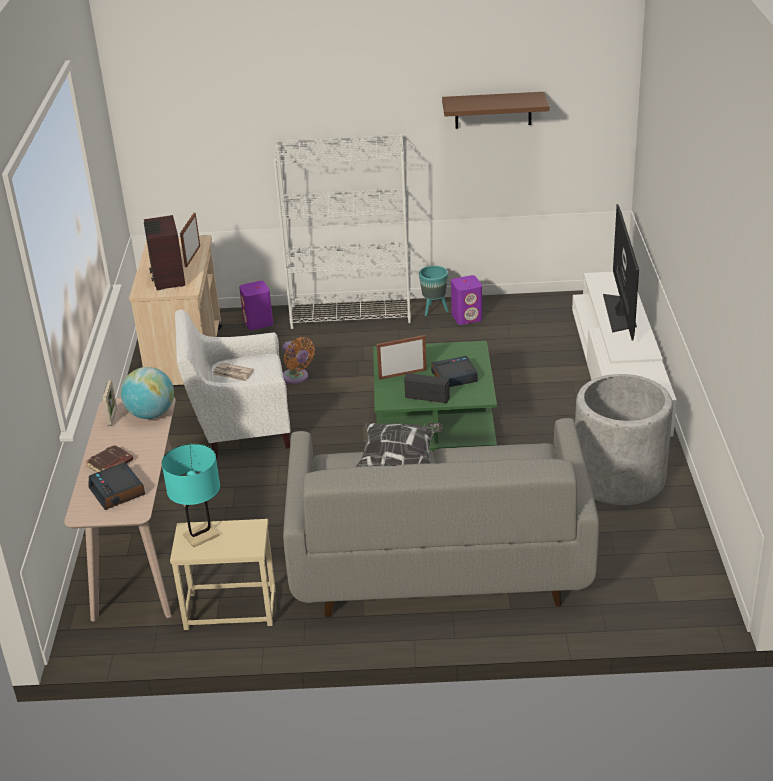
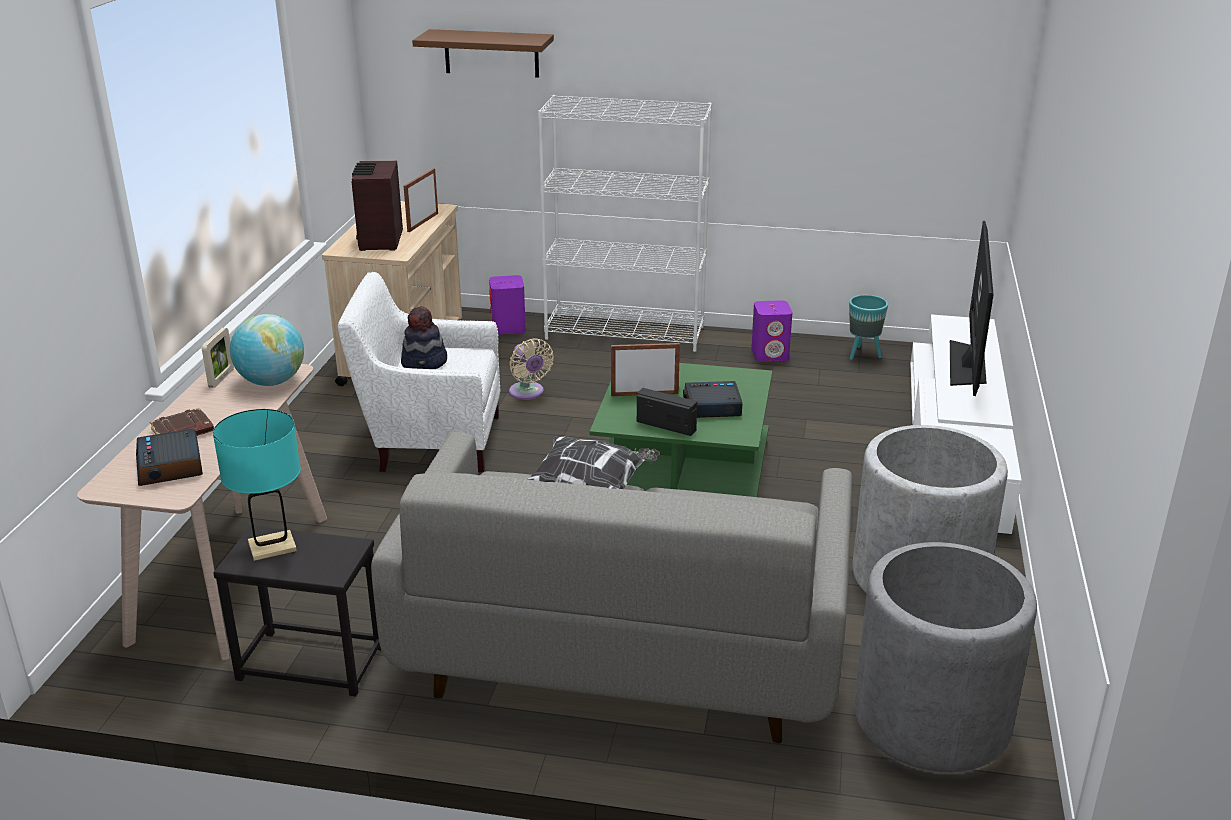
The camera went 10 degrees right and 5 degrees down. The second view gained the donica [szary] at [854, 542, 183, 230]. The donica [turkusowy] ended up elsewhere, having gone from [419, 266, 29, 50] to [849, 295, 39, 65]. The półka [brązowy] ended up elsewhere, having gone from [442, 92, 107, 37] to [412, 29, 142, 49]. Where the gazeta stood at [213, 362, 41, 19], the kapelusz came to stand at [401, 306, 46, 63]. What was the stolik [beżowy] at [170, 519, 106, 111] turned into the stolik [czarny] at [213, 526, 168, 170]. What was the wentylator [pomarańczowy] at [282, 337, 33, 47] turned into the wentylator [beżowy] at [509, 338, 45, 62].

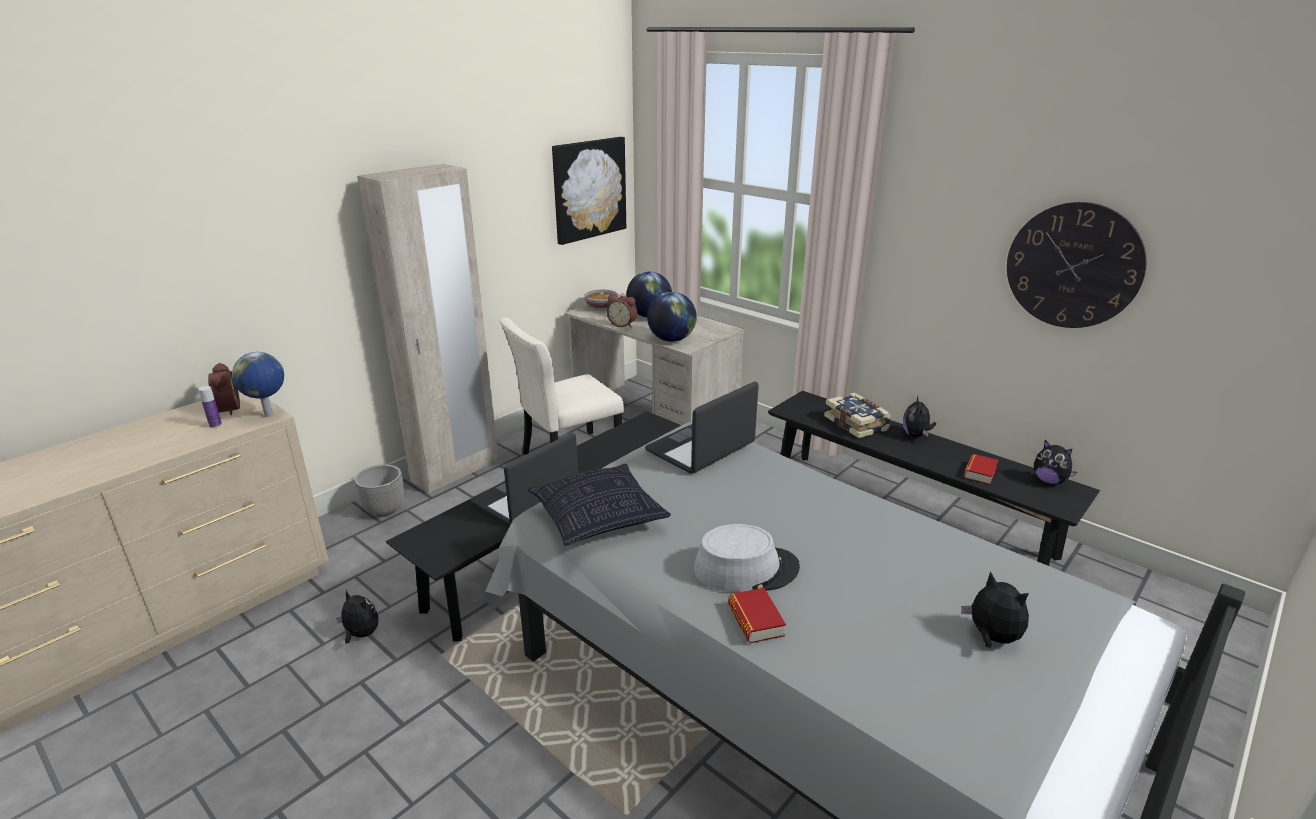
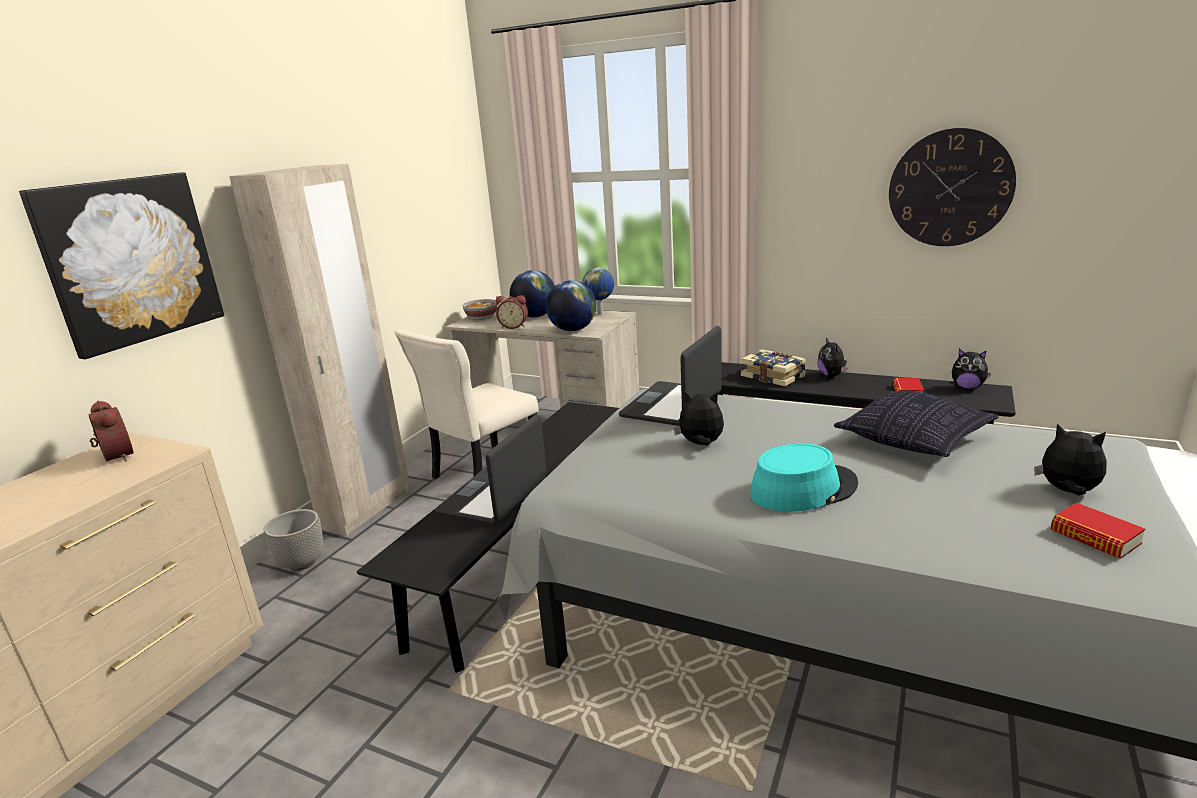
The camera went 15 degrees left and 5 degrees down. The second view lost the butelka at [198, 386, 24, 42]. The globus ended up elsewhere, having gone from [232, 352, 52, 65] to [582, 268, 32, 47]. The pluszak ended up elsewhere, having gone from [336, 590, 43, 54] to [674, 390, 50, 56]. The poduszka ended up elsewhere, having gone from [528, 464, 143, 82] to [834, 390, 165, 67]. The obraz ended up elsewhere, having gone from [552, 137, 74, 108] to [19, 172, 205, 187]. The książka ended up elsewhere, having gone from [728, 588, 58, 55] to [1051, 503, 94, 56]. What was the kapelusz [szary] at [694, 524, 106, 68] turned into the kapelusz [turkusowy] at [750, 443, 108, 69].

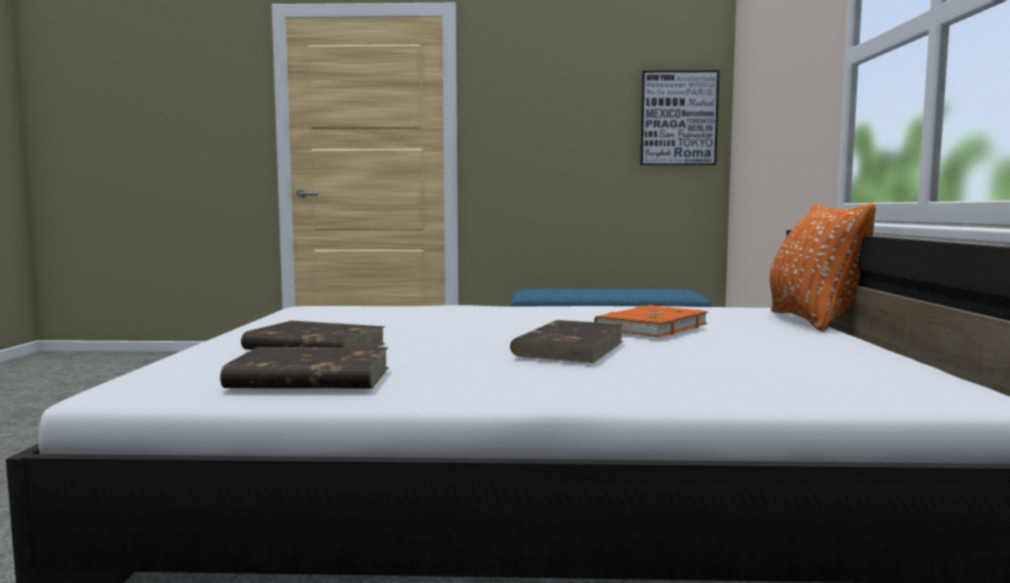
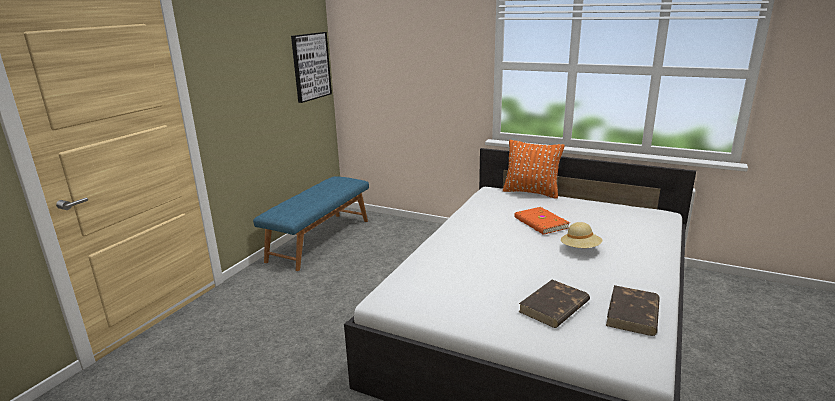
The camera went 65 degrees left and 15 degrees up. Where the książka [brązowy] stood at [510, 320, 114, 43], the kapelusz [beżowy] came to stand at [561, 222, 41, 26].

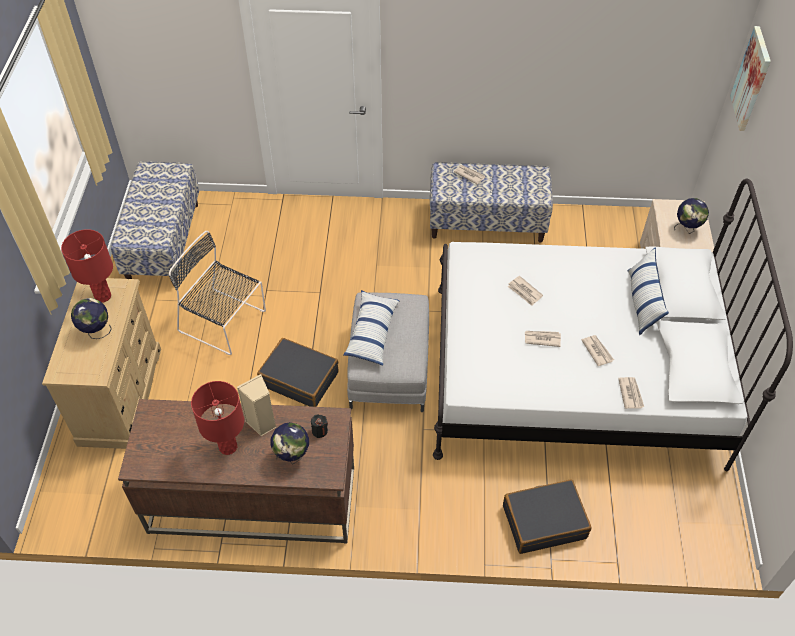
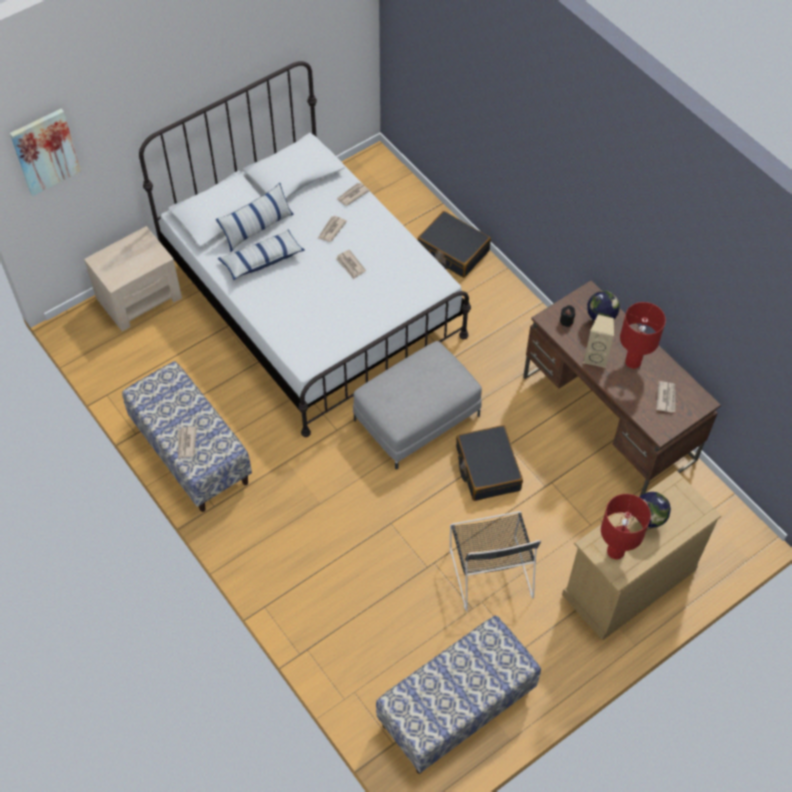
The camera went 130 degrees left and 5 degrees up. The second view lost the globus at [674, 198, 35, 35]. The poduszka ended up elsewhere, having gone from [343, 290, 57, 75] to [218, 230, 87, 50]. The gazeta ended up elsewhere, having gone from [508, 276, 35, 30] to [656, 381, 19, 32].

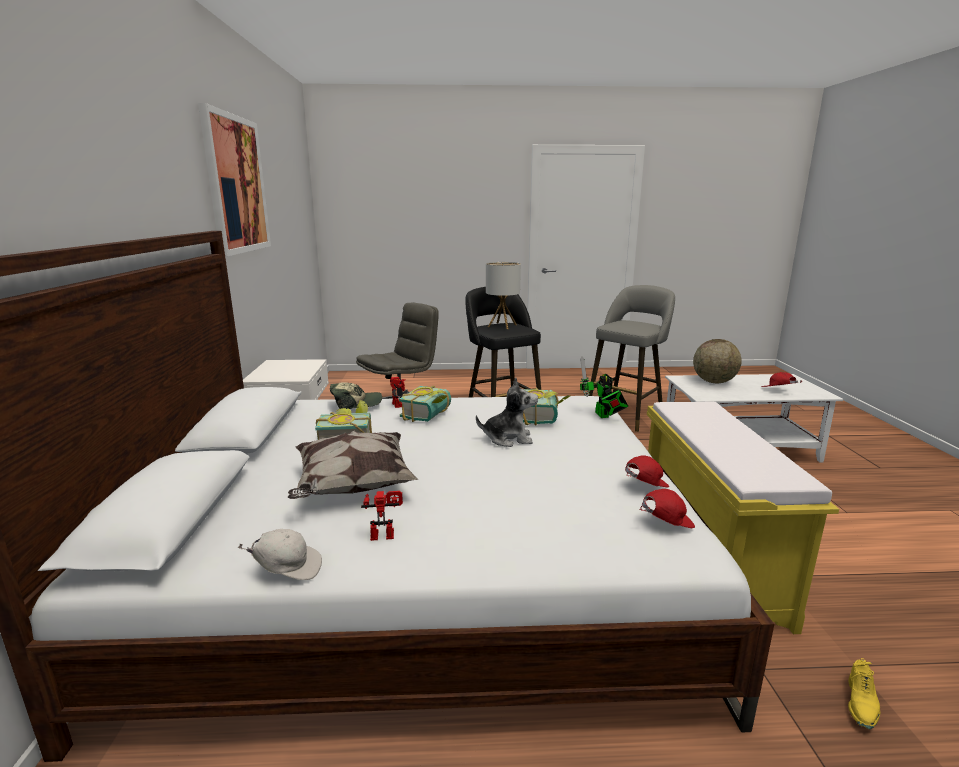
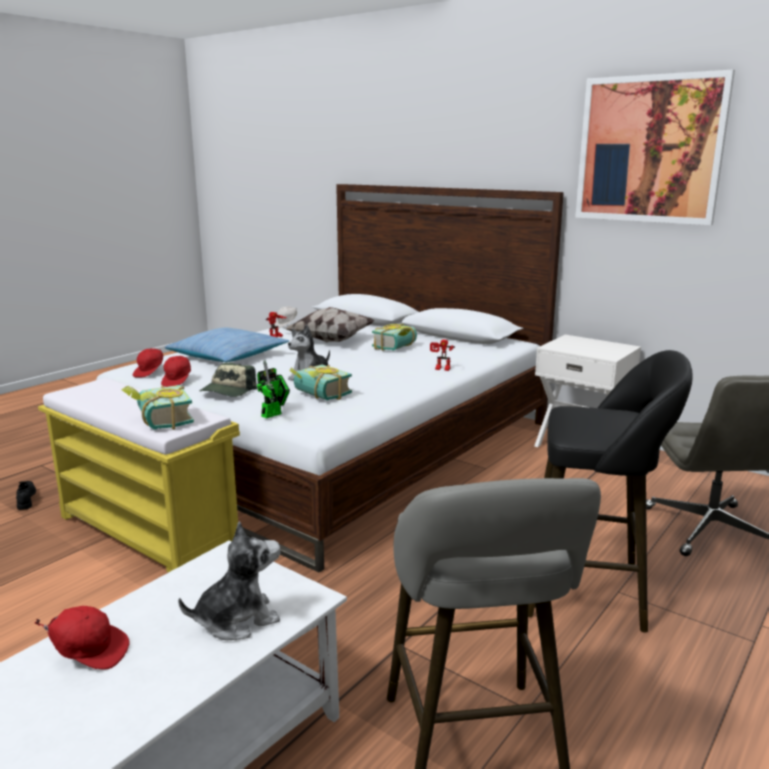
The camera went 130 degrees right and 0 degrees up. The second view lost the lampa stołowa at [486, 262, 35, 67]. The second view gained the poduszka at [165, 328, 124, 34]. The czapka z daszkiem ended up elsewhere, having gone from [330, 382, 52, 28] to [200, 363, 57, 34]. The książka ended up elsewhere, having gone from [399, 386, 52, 36] to [122, 385, 72, 45]. Where the globus stood at [693, 339, 49, 44], the pluszak came to stand at [178, 521, 102, 119]. What was the but [żółty] at [848, 658, 32, 71] turned into the but [czarny] at [16, 481, 20, 29]. The robot zabawkowy at [580, 356, 48, 62] ended up facing another way, 105 degrees clockwise from before.

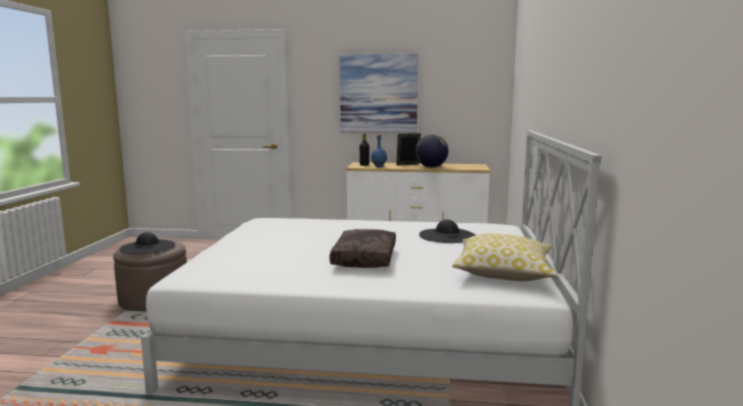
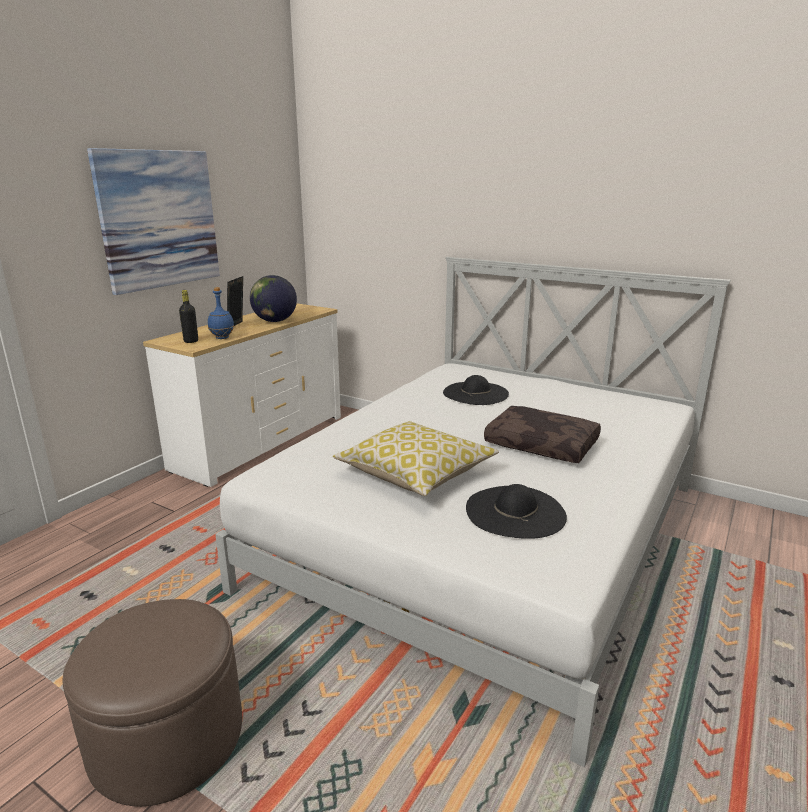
The camera went 65 degrees left and 10 degrees up. The kapelusz [czarny] ended up elsewhere, having gone from [120, 232, 55, 22] to [466, 484, 101, 55]. The poduszka ended up elsewhere, having gone from [452, 233, 105, 48] to [333, 421, 166, 75].

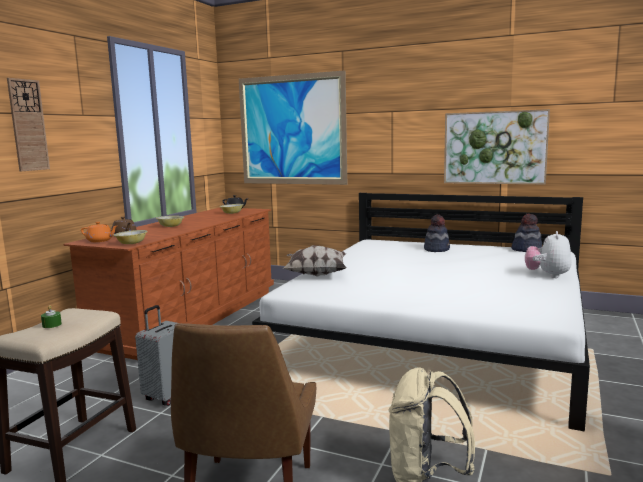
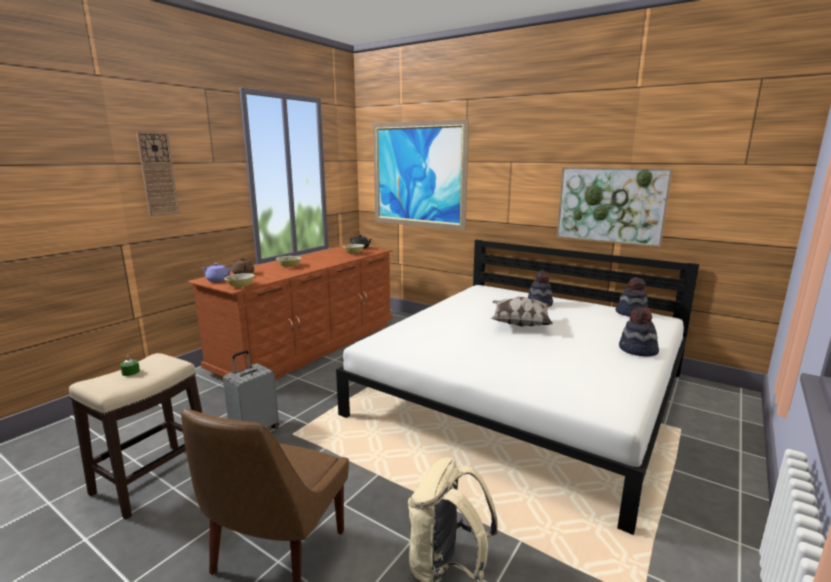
The camera went 10 degrees right and 5 degrees up. The poduszka ended up elsewhere, having gone from [283, 245, 64, 32] to [491, 297, 62, 30]. Where the pluszak stood at [525, 231, 47, 47], the kapelusz came to stand at [619, 307, 40, 50]. What was the imbryk [pomarańczowy] at [81, 222, 36, 20] turned into the imbryk [fioletowy] at [203, 263, 29, 19].

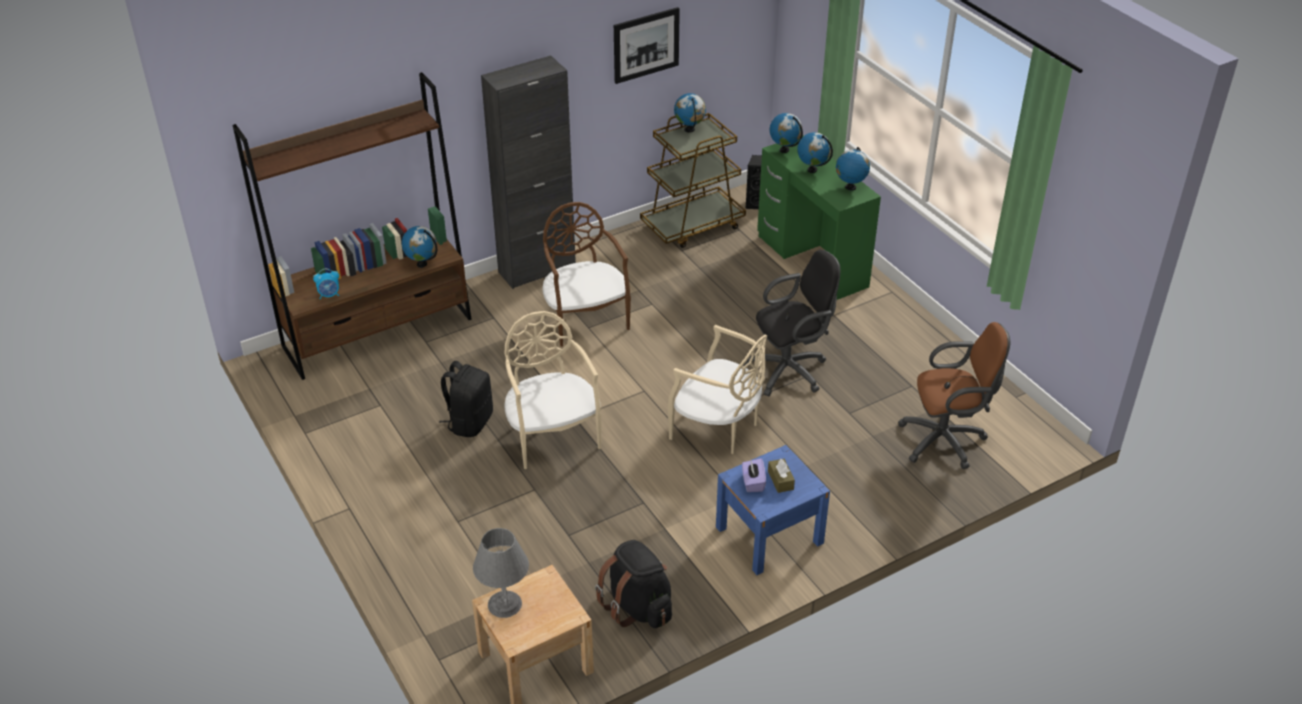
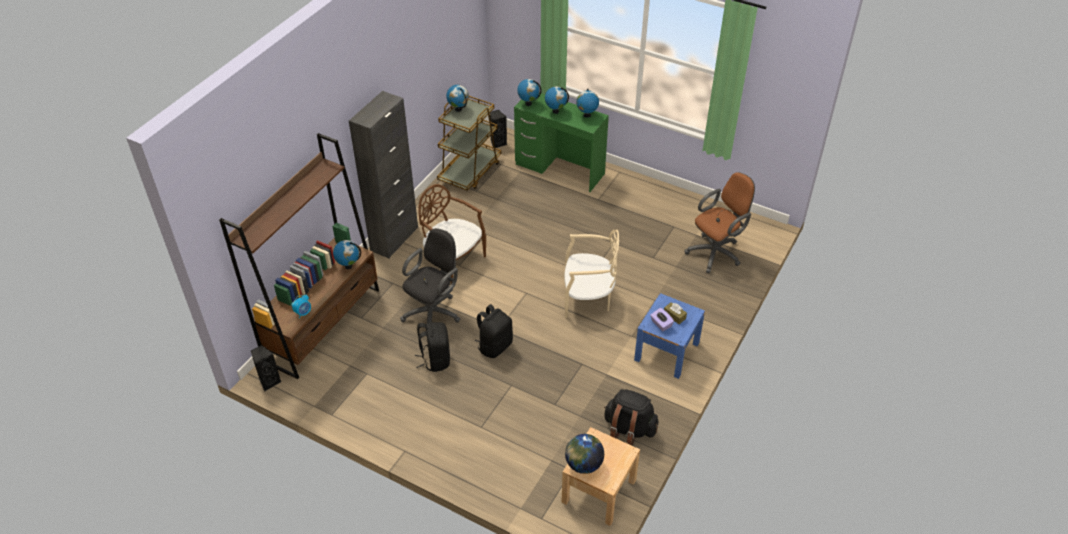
The camera went 30 degrees left and 5 degrees up. The second view lost the obraz at [614, 7, 66, 77]. The second view gained the głośnik [czarny] at [251, 345, 30, 46]. The krzesło biurowe [czarny] ended up elsewhere, having gone from [743, 250, 97, 146] to [400, 228, 60, 95]. Where the lampa stołowa [szary] stood at [473, 528, 56, 90], the globus came to stand at [565, 434, 39, 40]. Where the krzesło [beżowy] stood at [505, 311, 97, 158], the plecak [czarny] came to stand at [475, 304, 38, 54].

